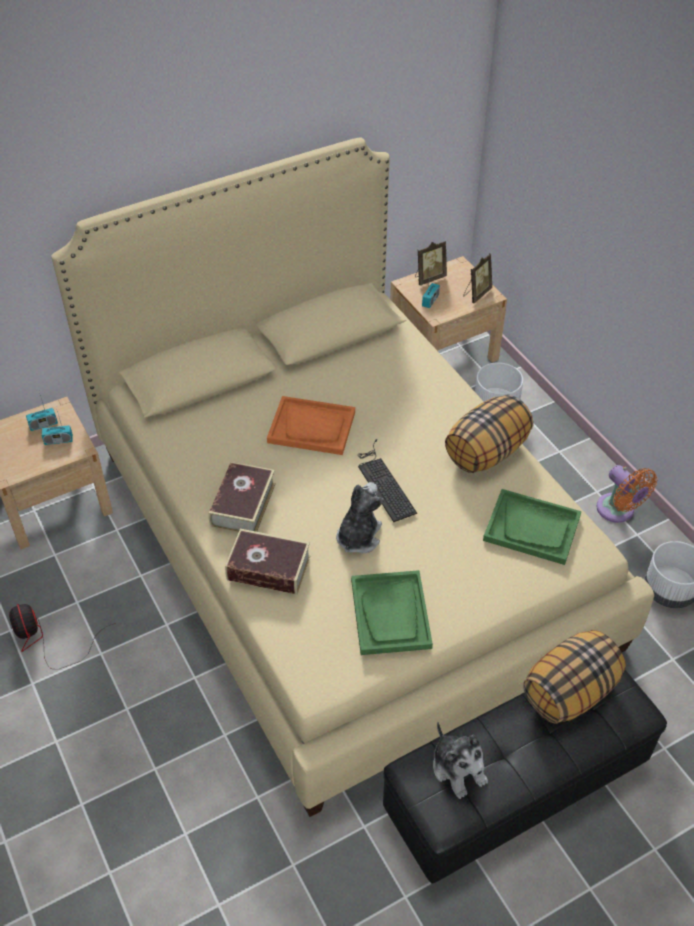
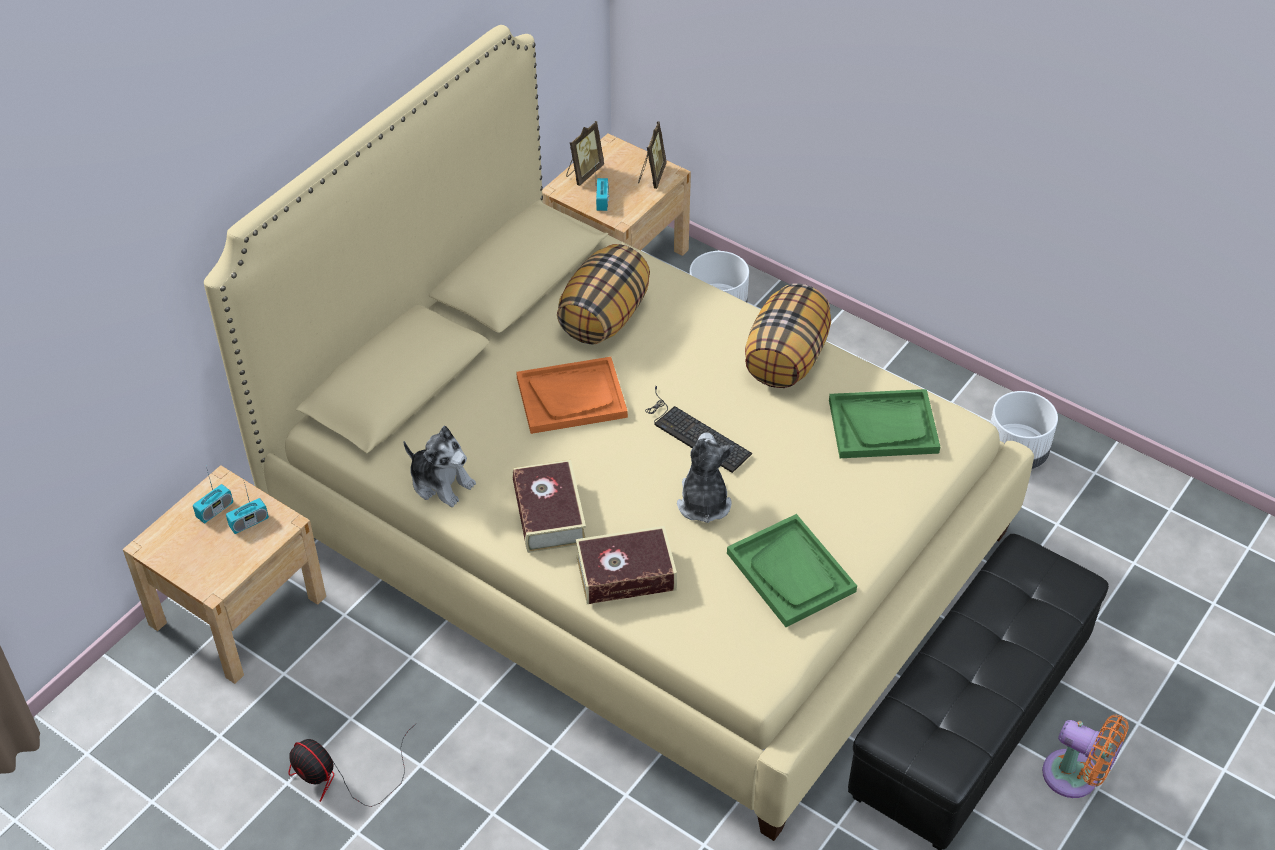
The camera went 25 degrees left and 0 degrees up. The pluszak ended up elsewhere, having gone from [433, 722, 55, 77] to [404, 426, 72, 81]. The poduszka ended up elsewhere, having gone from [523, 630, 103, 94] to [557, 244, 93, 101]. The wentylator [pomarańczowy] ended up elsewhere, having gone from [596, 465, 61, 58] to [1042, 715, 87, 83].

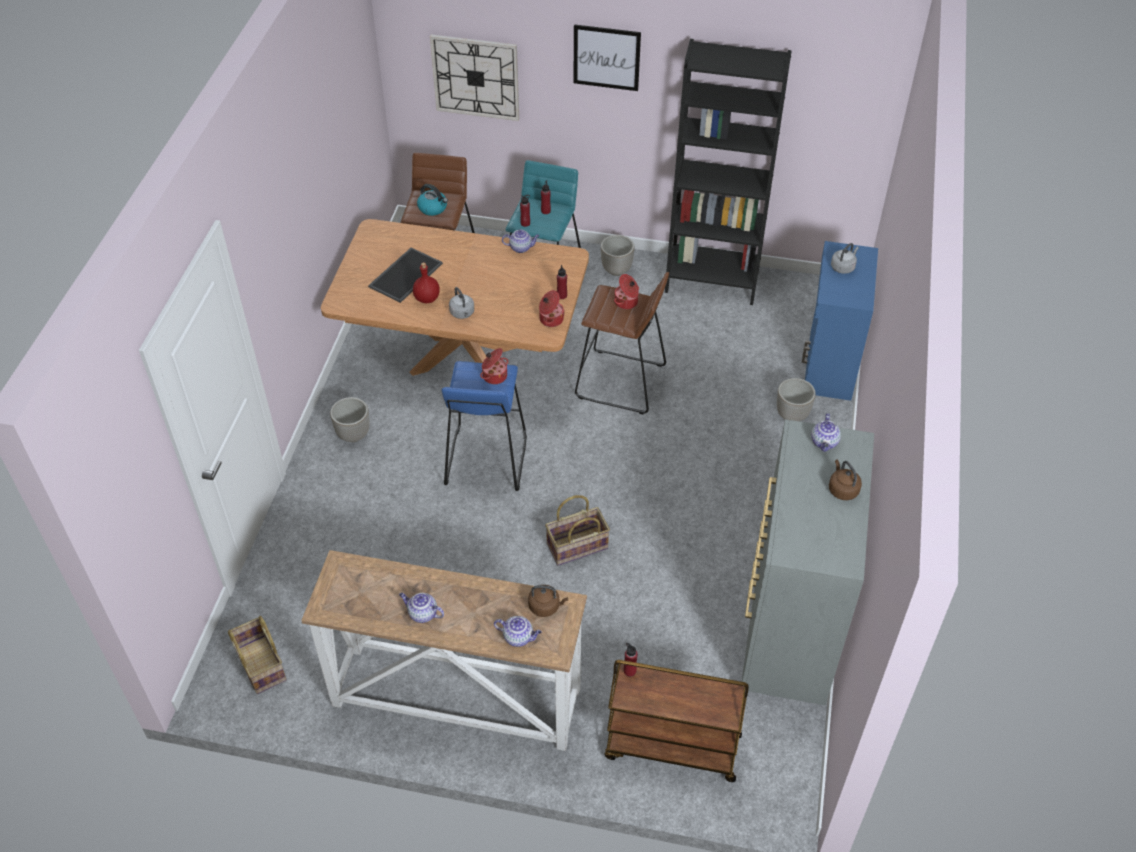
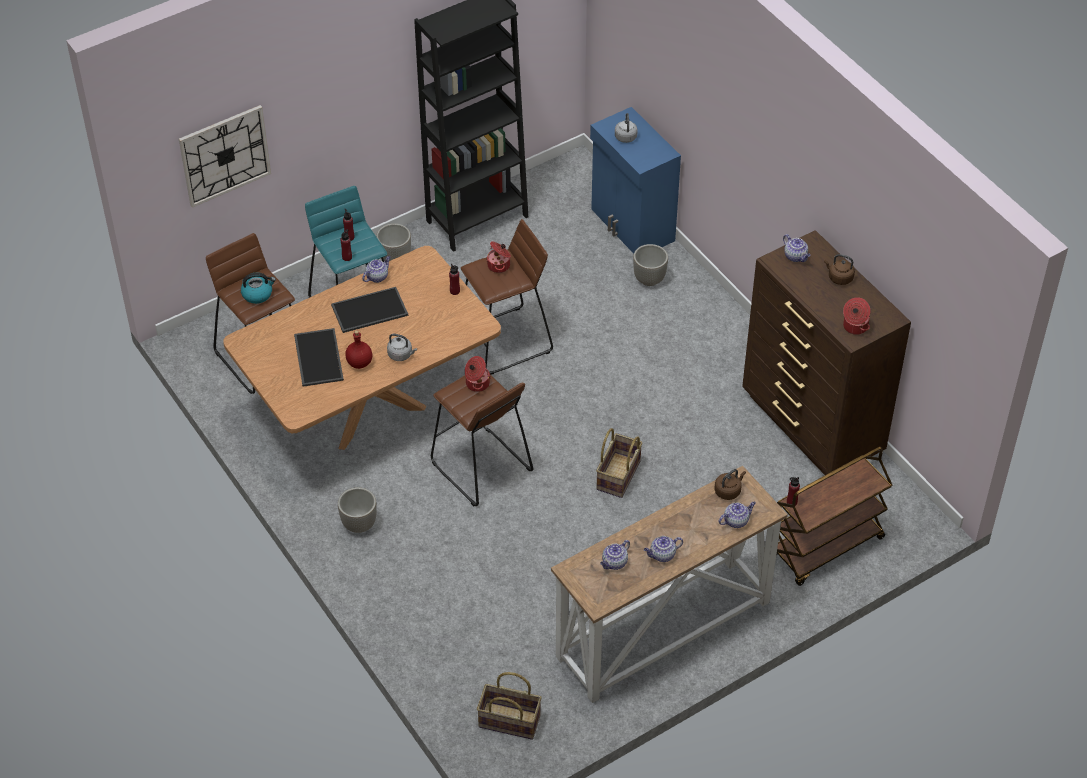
The camera went 45 degrees left and 0 degrees up. The second view lost the obraz at [574, 24, 67, 67]. The second view gained the taca at [331, 287, 77, 46]. The second view gained the imbryk at [600, 540, 30, 30]. The garnek ended up elsewhere, having gone from [539, 290, 26, 37] to [843, 297, 27, 38]. What was the stołek [niebieski] at [441, 361, 86, 130] turned into the stołek [brązowy] at [431, 375, 102, 131]. What was the komoda [szary] at [742, 419, 132, 286] turned into the komoda [brązowy] at [742, 230, 169, 245].

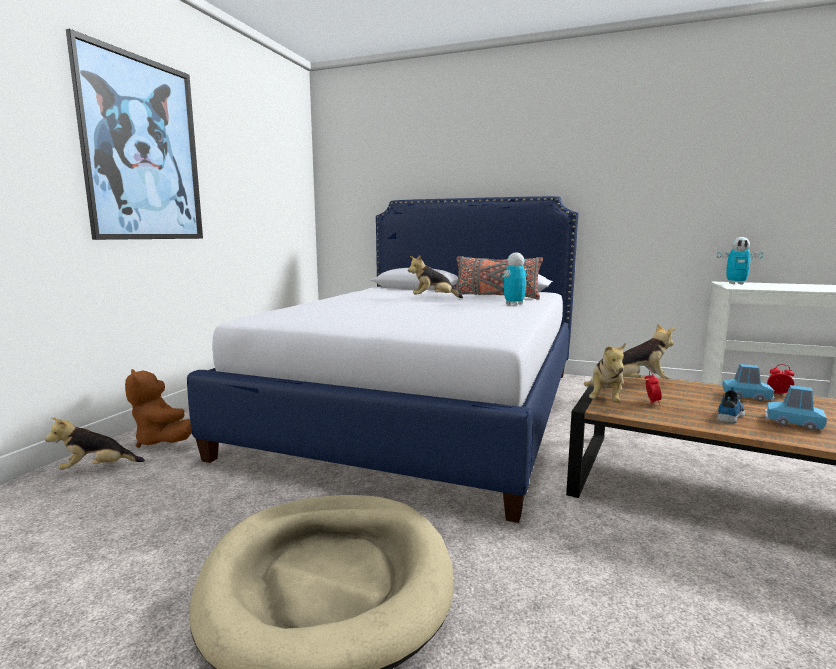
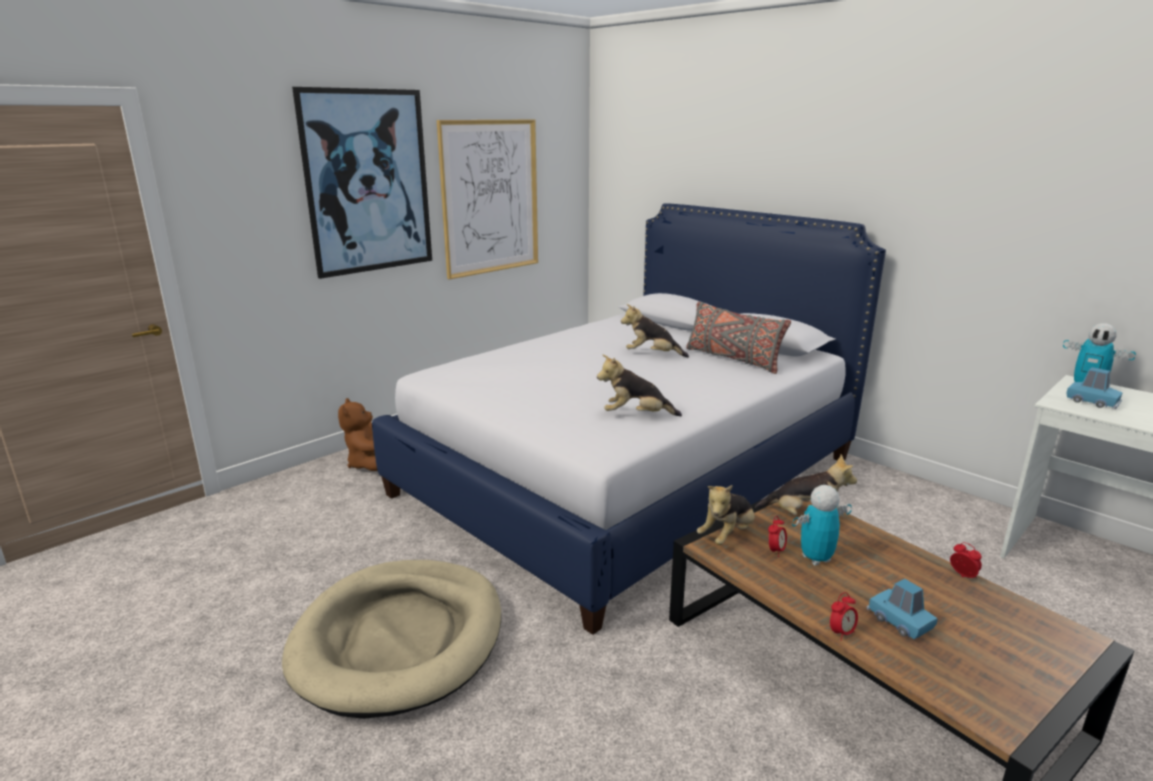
The camera went 25 degrees right and 10 degrees up. The second view lost the but at [717, 387, 28, 36]. The second view gained the obraz at [437, 119, 101, 160]. The second view gained the budzik at [830, 592, 28, 49]. The pluszak ended up elsewhere, having gone from [45, 417, 100, 53] to [597, 355, 85, 61]. The robot zabawkowy ended up elsewhere, having gone from [502, 252, 26, 53] to [792, 485, 60, 81]. The samochodzik [niebieski] ended up elsewhere, having gone from [722, 364, 53, 37] to [1066, 367, 56, 42].

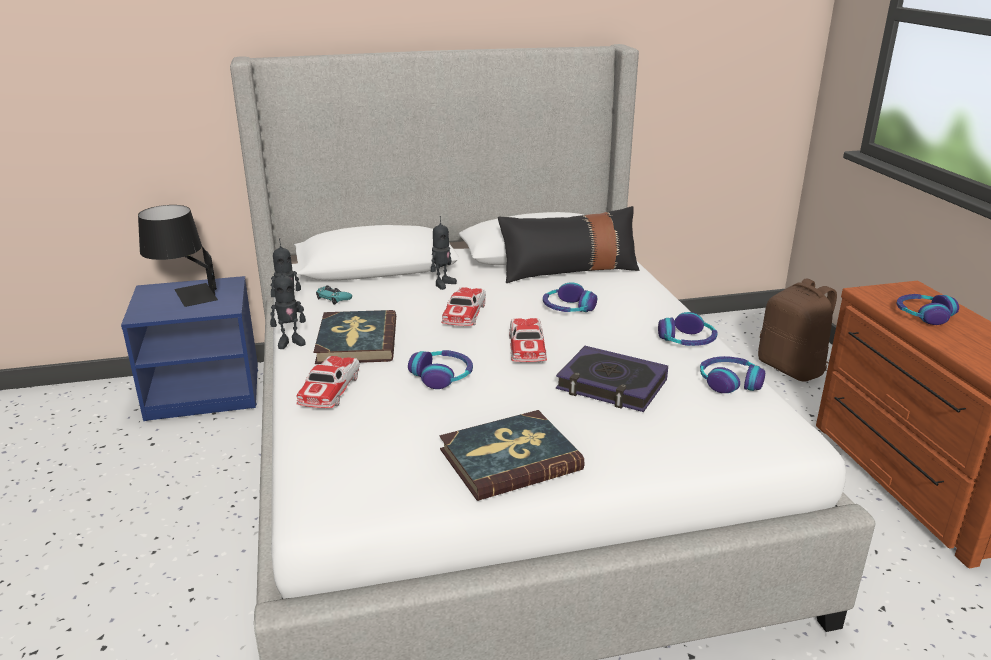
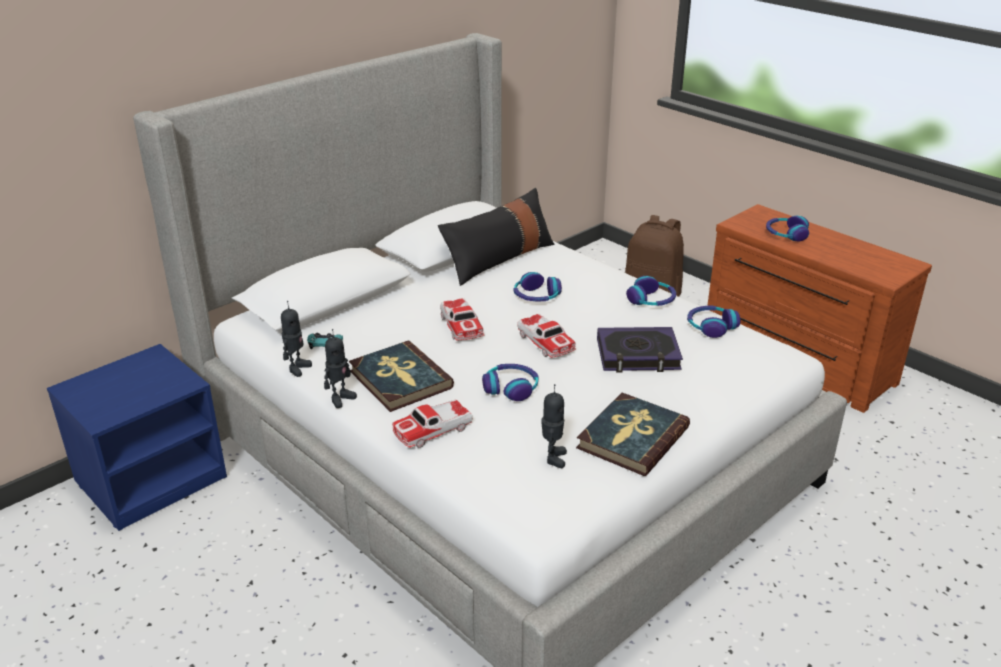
The camera went 30 degrees left and 5 degrees up. The second view lost the lampa stołowa [czarny] at [138, 205, 80, 102]. The robot zabawkowy ended up elsewhere, having gone from [431, 216, 26, 74] to [542, 384, 25, 84]. The samochodzik at [296, 356, 64, 52] ended up facing another way, 75 degrees clockwise from before.

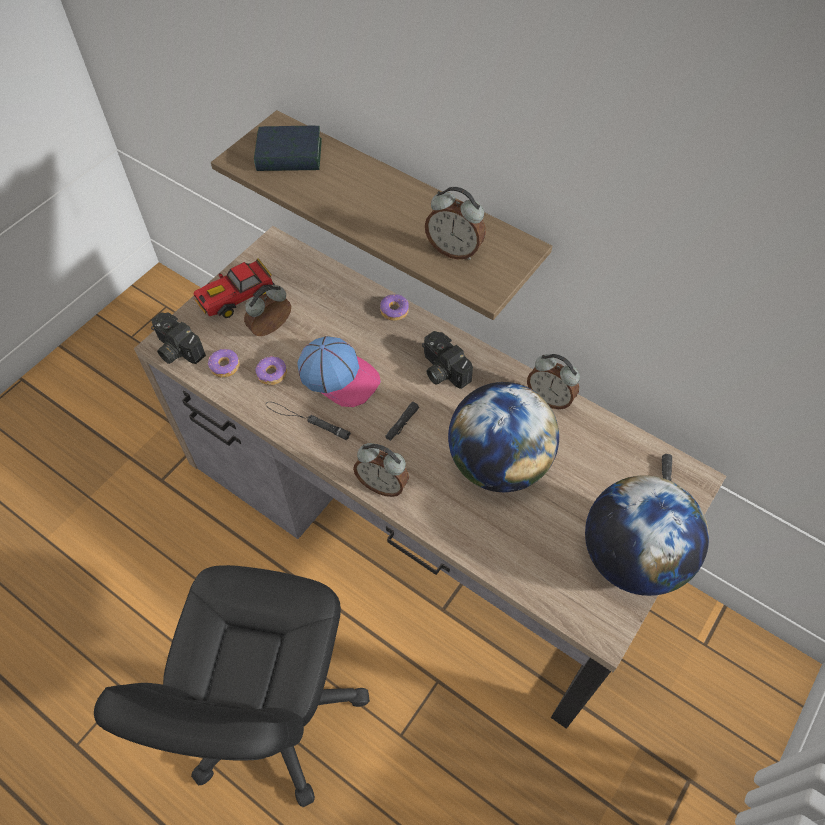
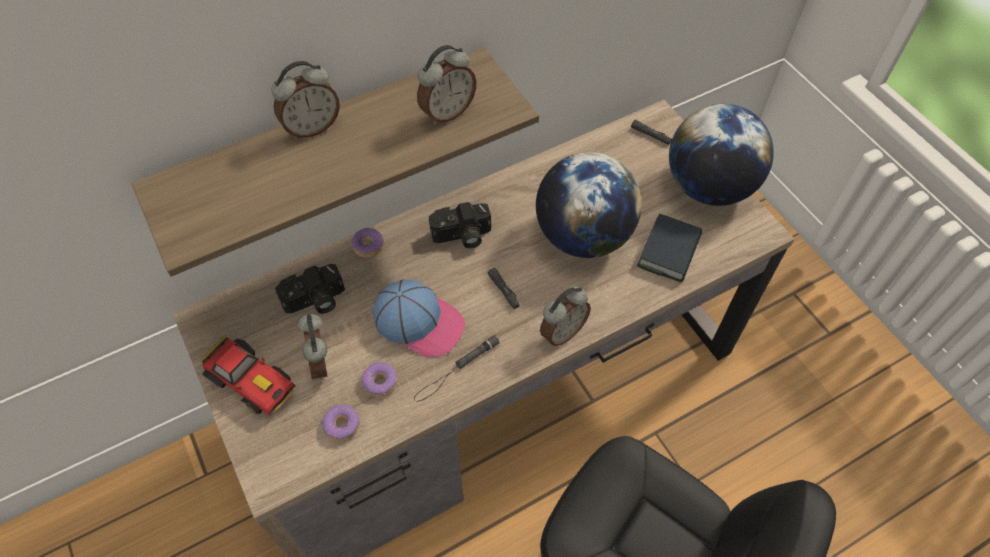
The camera went 65 degrees left and 0 degrees up. The aparat fotograficzny ended up elsewhere, having gone from [151, 312, 55, 52] to [275, 264, 70, 50]. The książka ended up elsewhere, having gone from [254, 126, 68, 45] to [637, 214, 65, 68]. The budzik ended up elsewhere, having gone from [527, 354, 53, 55] to [272, 61, 68, 78]. The samochodzik at [194, 258, 81, 60] ended up facing another way, 45 degrees counterclockwise from before. The czapka z daszkiem at [297, 336, 84, 71] ended up facing another way, 60 degrees clockwise from before.

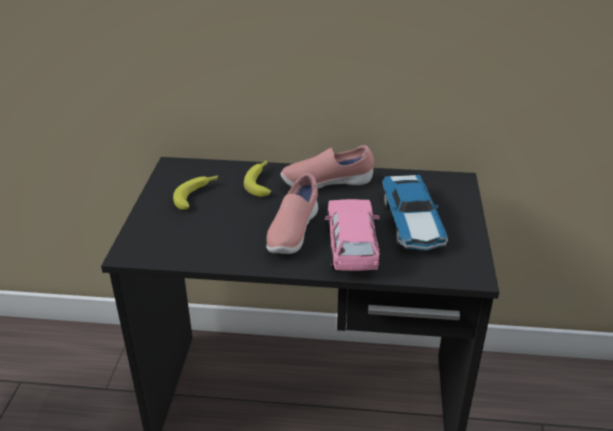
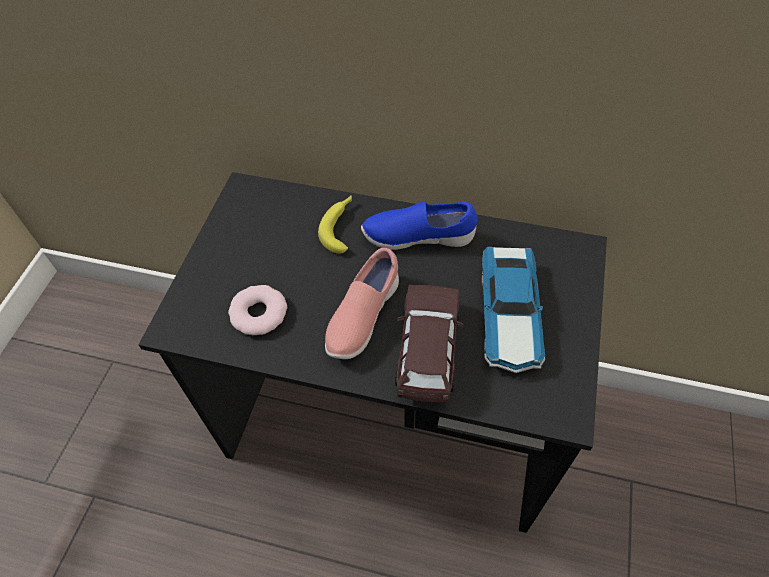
The camera went 10 degrees right and 20 degrees up. The second view lost the banan at [173, 175, 45, 35]. The second view gained the donut at [228, 285, 59, 50]. What was the but [różowy] at [280, 145, 94, 44] turned into the but [niebieski] at [361, 201, 116, 49]. What was the samochodzik [różowy] at [325, 199, 55, 72] turned into the samochodzik [brązowy] at [395, 285, 69, 117].

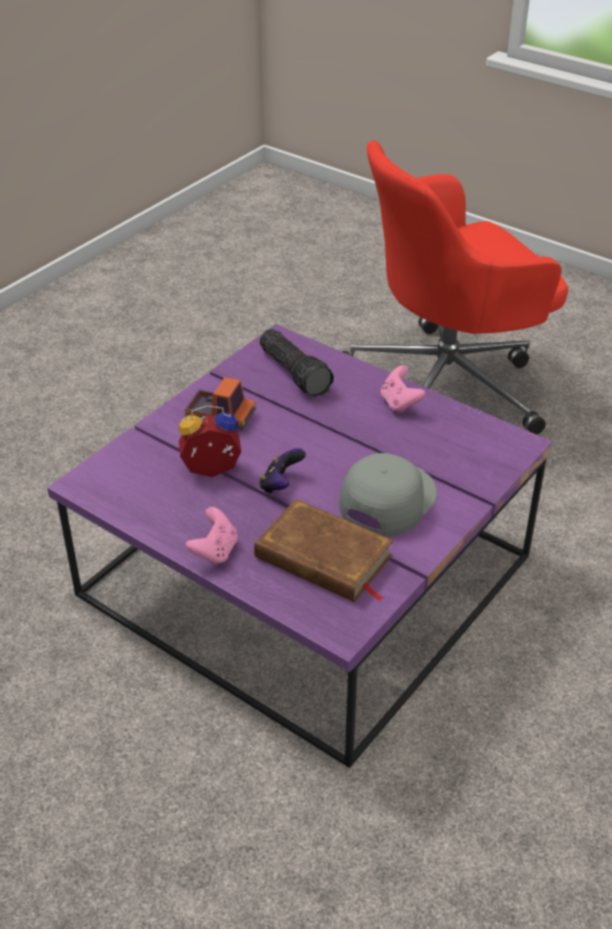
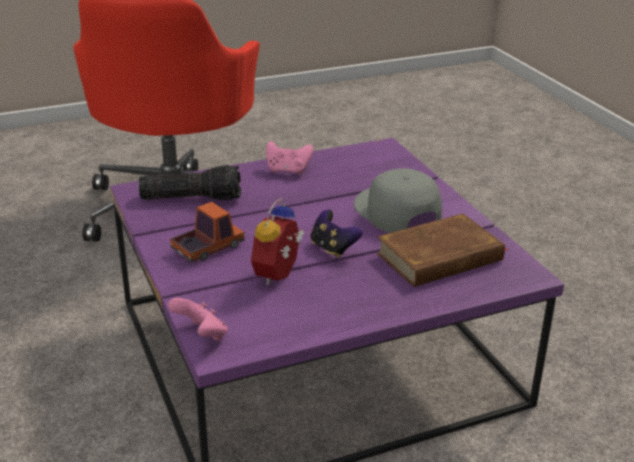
The camera went 60 degrees left and 10 degrees down. The pad do gier [różowy] ended up elsewhere, having gone from [186, 507, 52, 59] to [168, 298, 59, 43].

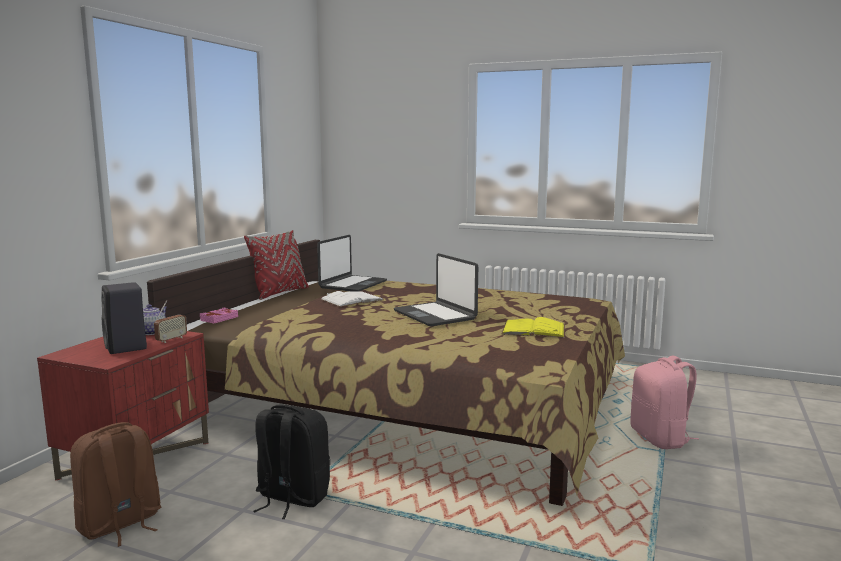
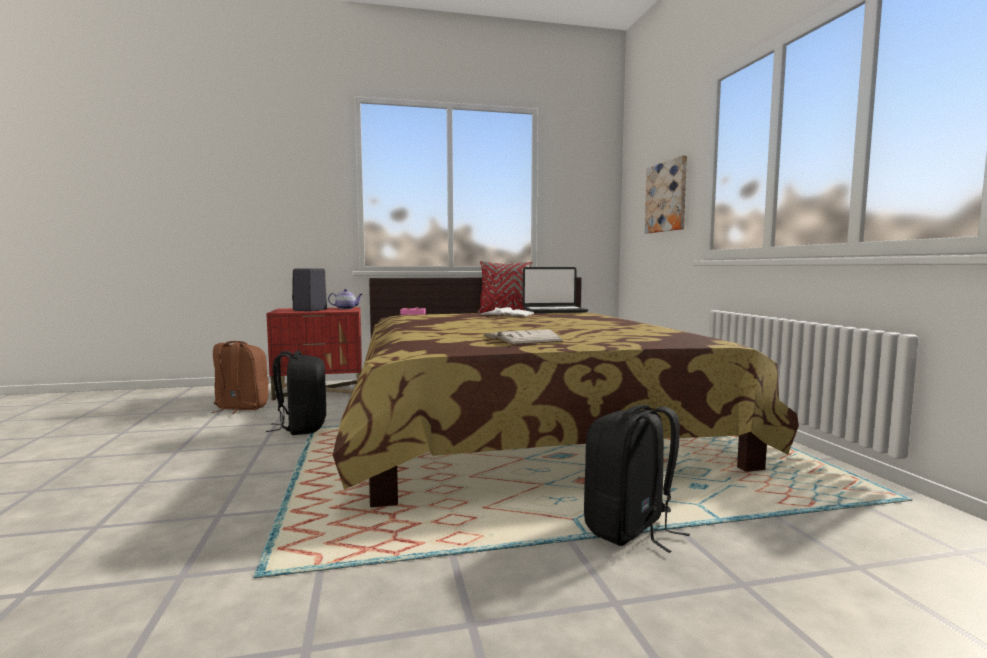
The camera went 55 degrees right and 5 degrees down. The second view lost the radio at [154, 300, 33, 43]. The second view lost the laptop at [394, 253, 84, 74]. The second view gained the obraz at [645, 155, 42, 79]. What was the książka [żółty] at [501, 317, 64, 21] turned into the książka [biały] at [484, 329, 80, 16]. What was the plecak [różowy] at [631, 356, 68, 93] turned into the plecak [czarny] at [584, 405, 106, 148].

